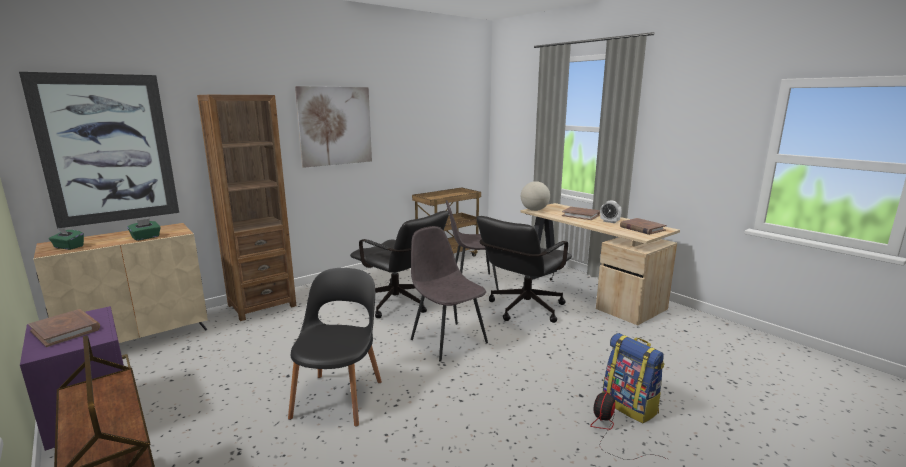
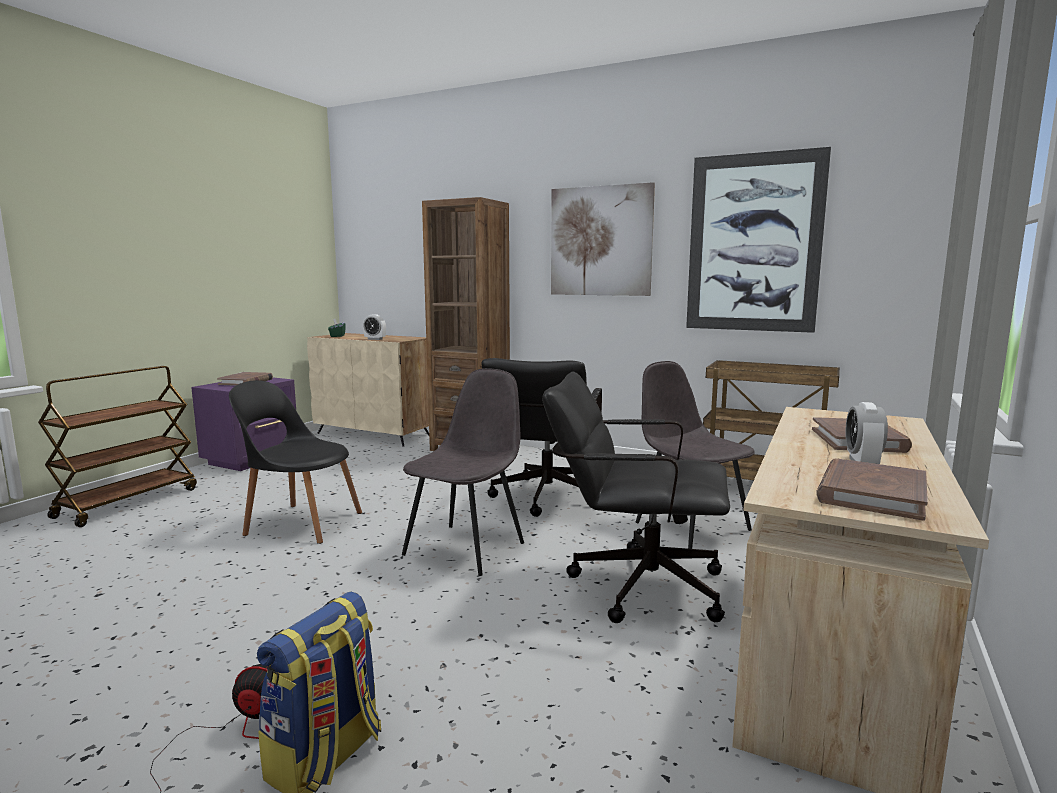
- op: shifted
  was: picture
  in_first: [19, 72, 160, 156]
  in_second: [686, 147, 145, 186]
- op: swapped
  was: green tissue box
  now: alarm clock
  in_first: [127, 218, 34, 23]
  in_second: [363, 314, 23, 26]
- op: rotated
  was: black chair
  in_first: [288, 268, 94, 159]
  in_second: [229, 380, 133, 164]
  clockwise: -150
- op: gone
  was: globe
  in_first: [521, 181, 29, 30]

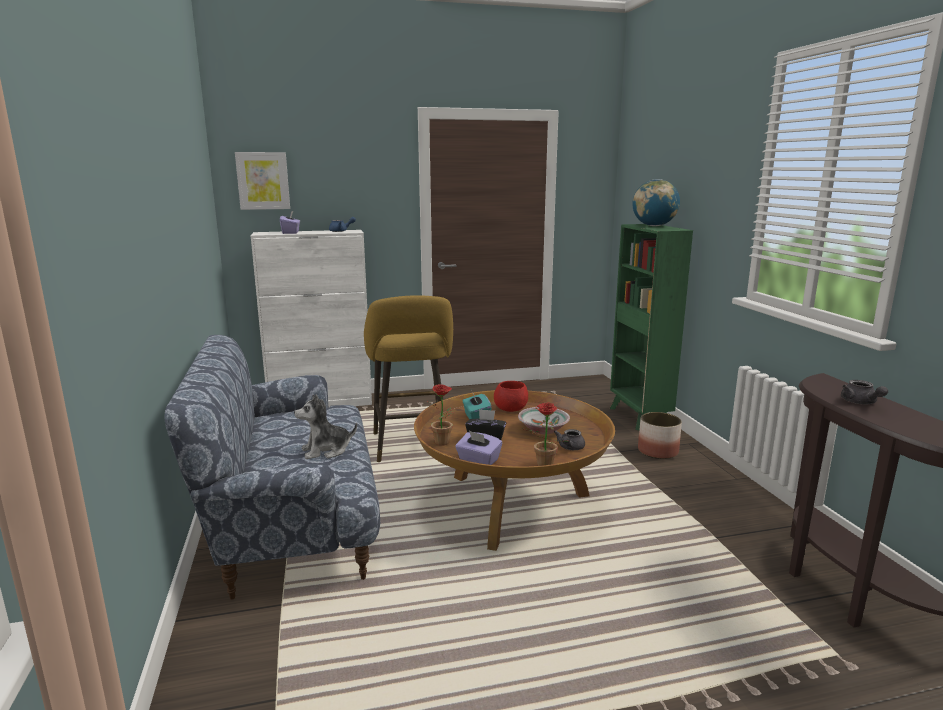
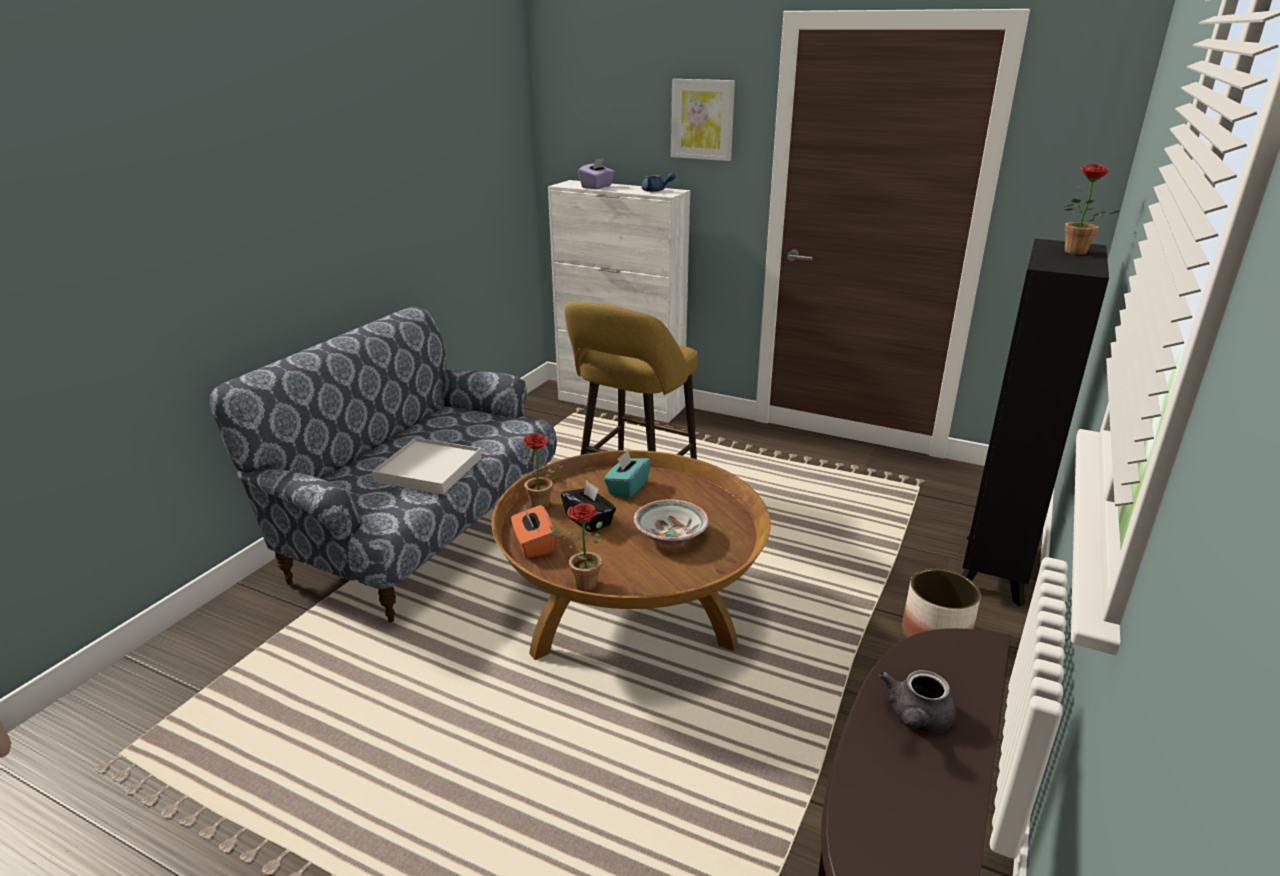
- op: shifted
  was: picture
  in_first: [235, 152, 55, 58]
  in_second: [671, 79, 64, 82]
- op: swapped
  was: plush toy
  now: white tray
  in_first: [294, 394, 63, 65]
  in_second: [372, 438, 110, 56]
- op: repainted
  was: purple tissue box
  now: orange tissue box
  in_first: [455, 431, 47, 34]
  in_second: [511, 505, 44, 53]
- op: gone
  was: red bowl
  in_first: [494, 381, 34, 31]
- op: gone
  was: grey teapot
  in_first: [554, 429, 31, 21]
- op: repainted
  was: green bookcase
  now: black bookcase
  in_first: [610, 224, 83, 206]
  in_second: [961, 239, 148, 367]
- op: swapped
  was: globe
  now: potted plant
  in_first: [632, 179, 48, 47]
  in_second: [1064, 164, 55, 91]

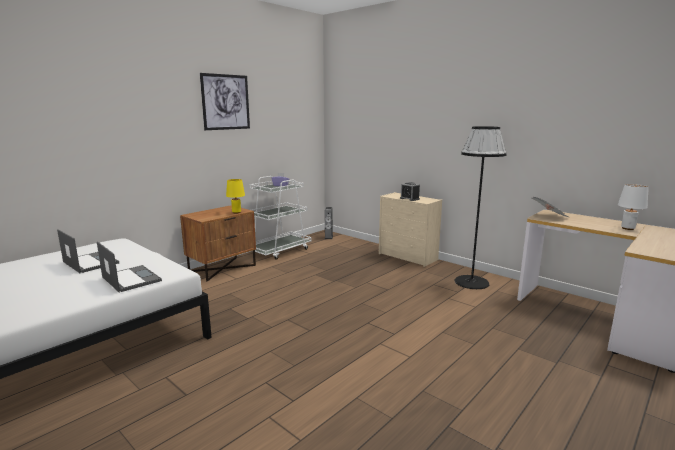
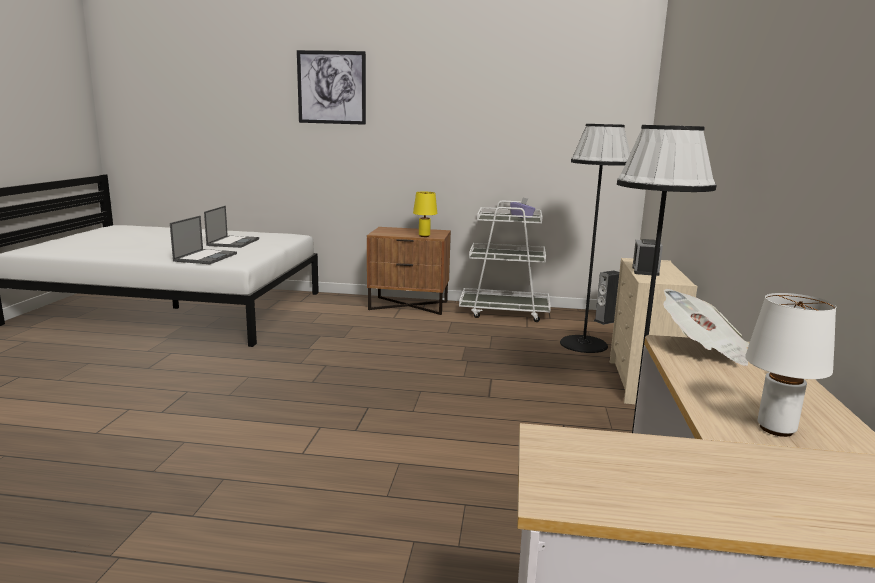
- op: shifted
  was: picture
  in_first: [200, 73, 50, 57]
  in_second: [297, 50, 69, 75]
- op: new
  now: black floor lamp
  in_second: [560, 124, 70, 229]

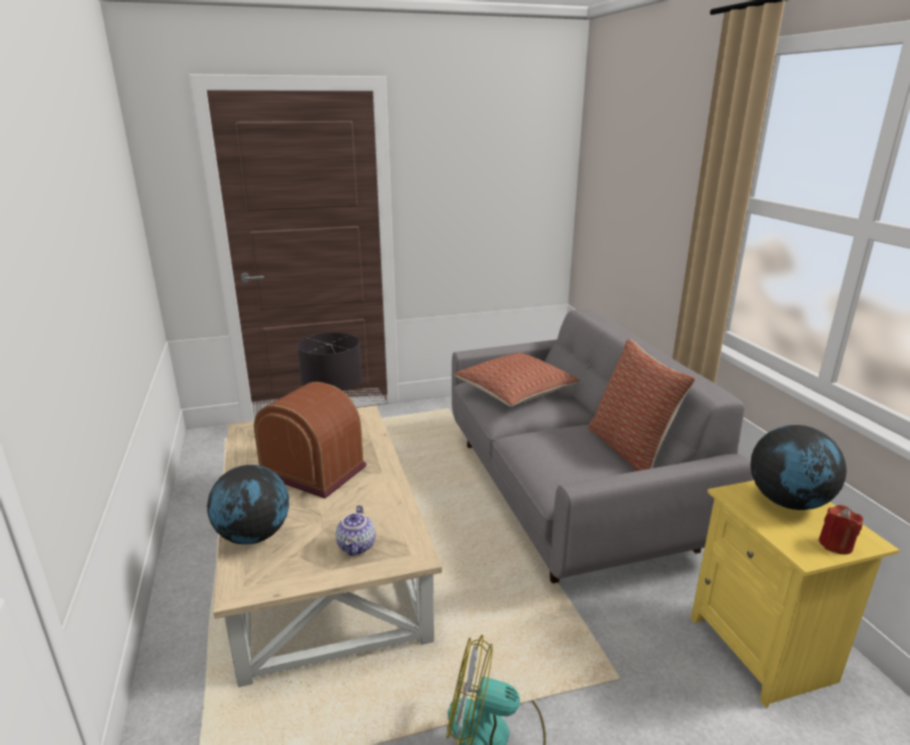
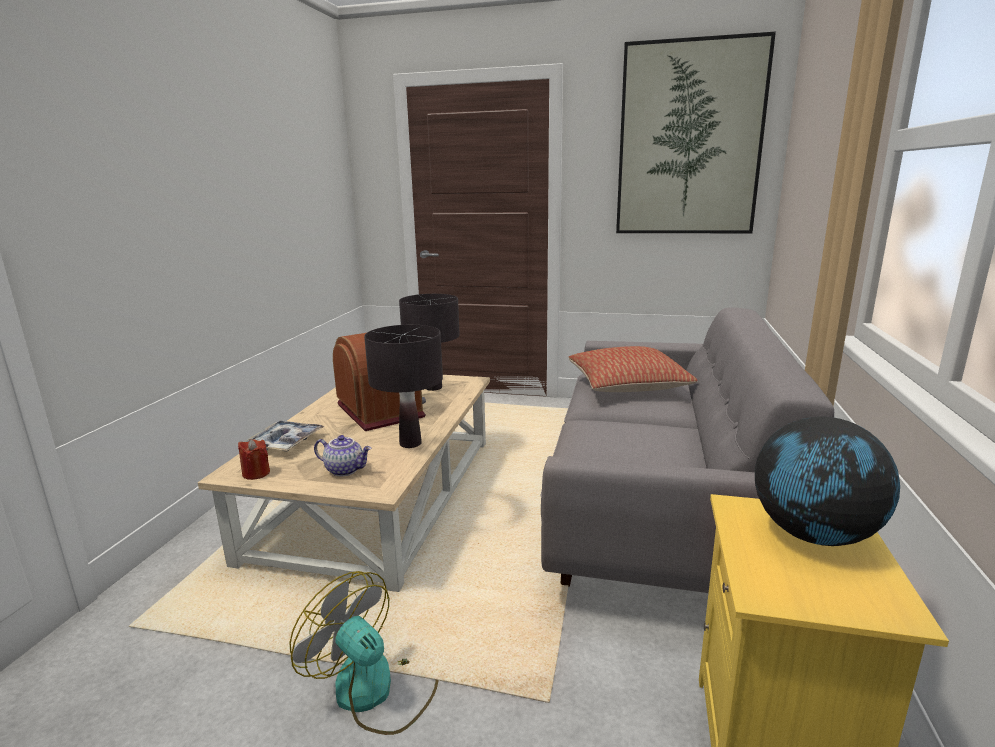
- op: swapped
  was: globe
  now: tray
  in_first: [207, 465, 82, 79]
  in_second: [244, 420, 81, 31]
- op: rotated
  was: teapot
  in_first: [336, 505, 40, 51]
  in_second: [314, 435, 58, 41]
  clockwise: -105
- op: gone
  was: pillow
  in_first: [588, 338, 108, 133]
- op: shifted
  was: red candle
  in_first: [819, 505, 44, 49]
  in_second: [238, 439, 32, 41]
- op: new
  now: black table lamp
  in_second: [364, 325, 79, 123]
- op: new
  now: picture
  in_second: [616, 32, 160, 201]

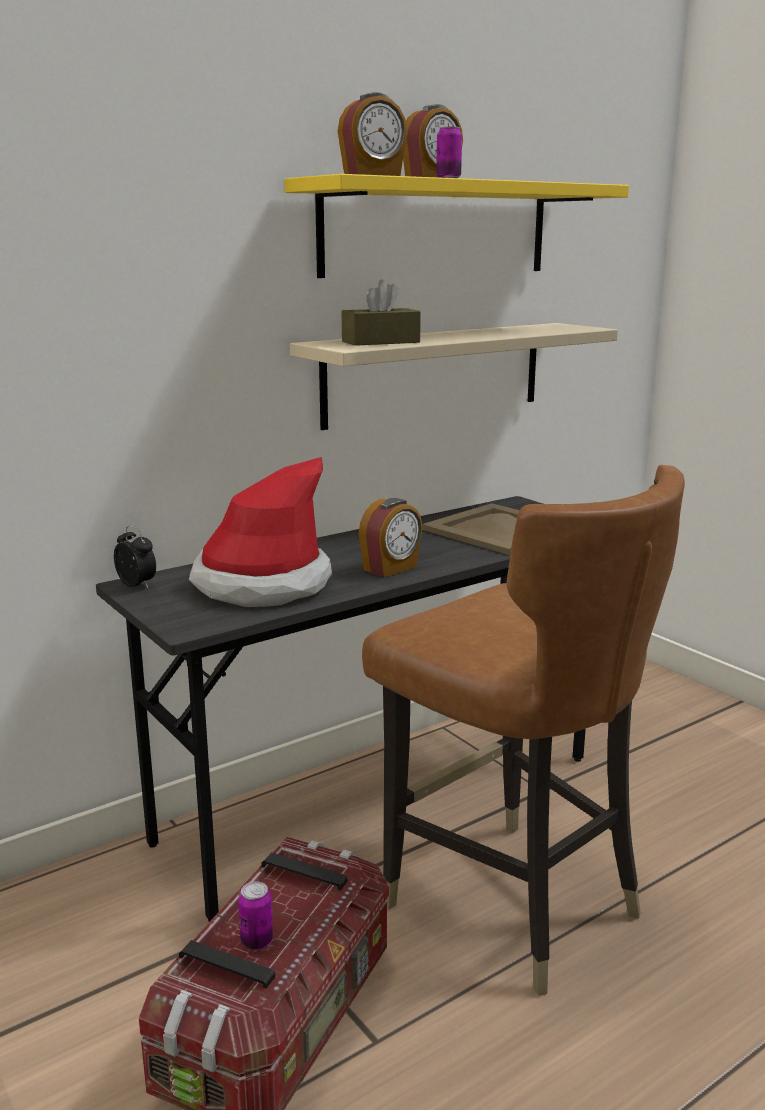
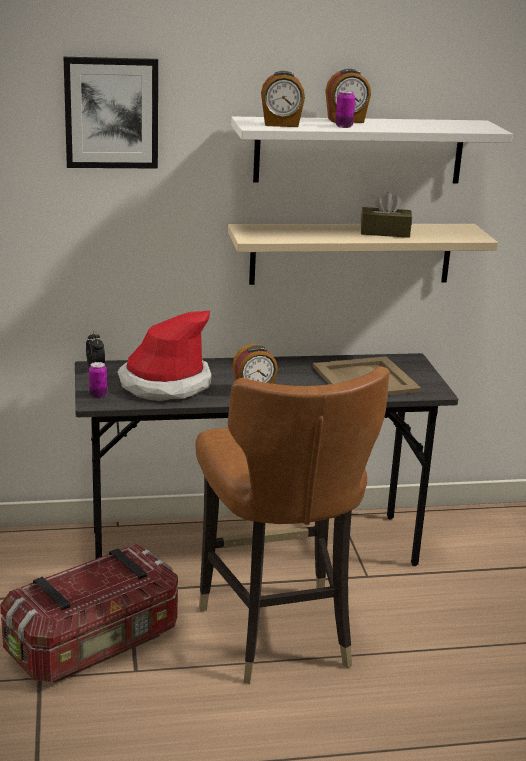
- op: shifted
  was: can
  in_first: [238, 881, 35, 69]
  in_second: [89, 362, 18, 36]
- op: repainted
  was: yellow shelf
  now: white shelf
  in_first: [284, 174, 345, 104]
  in_second: [231, 117, 282, 66]
- op: shifted
  was: brown tissue box
  in_first: [342, 279, 79, 67]
  in_second: [361, 192, 51, 46]
- op: new
  now: picture
  in_second: [64, 57, 94, 112]

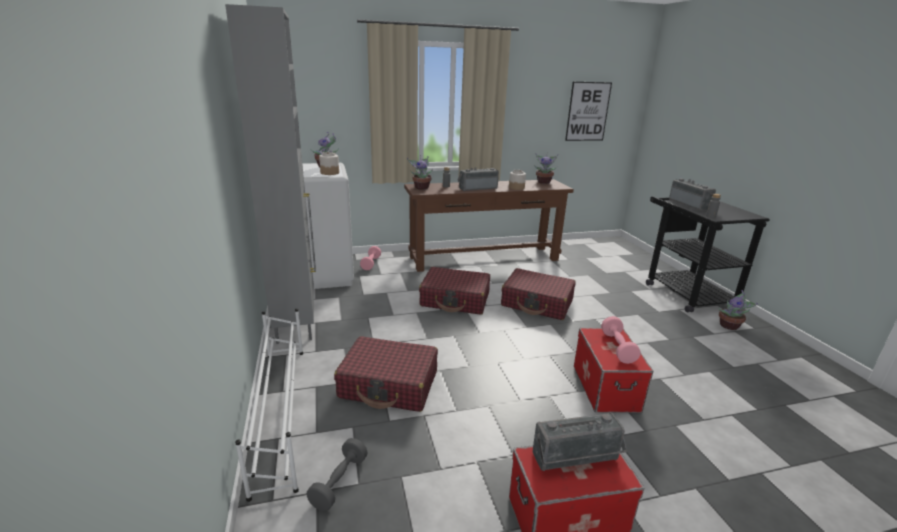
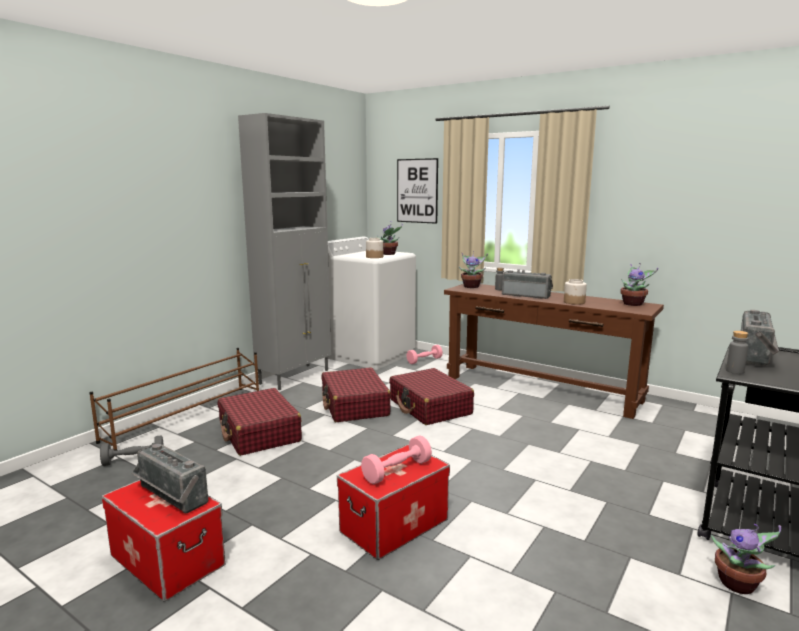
- op: repainted
  was: white shoe rack
  now: brown shoe rack
  in_first: [235, 309, 68, 193]
  in_second: [89, 348, 170, 102]
- op: shifted
  was: red suitcase
  in_first: [501, 268, 75, 52]
  in_second: [321, 367, 70, 55]
- op: shifted
  was: picture
  in_first: [565, 82, 47, 59]
  in_second: [397, 158, 41, 66]

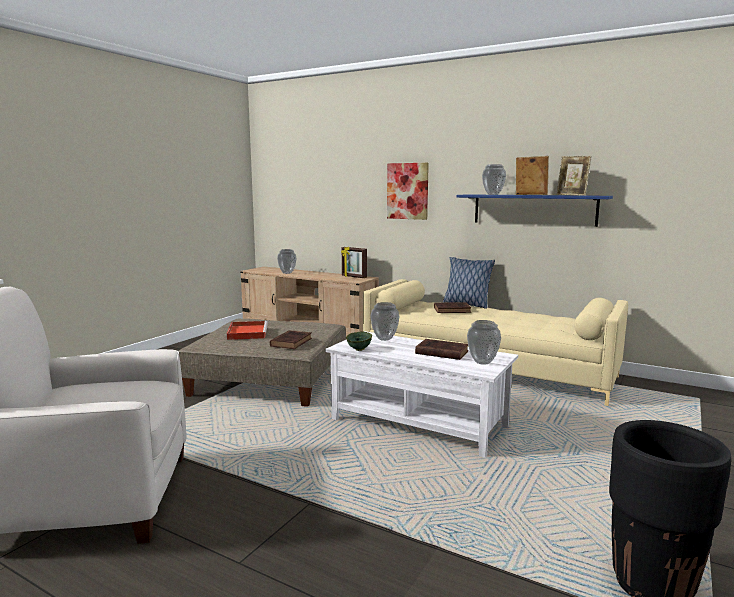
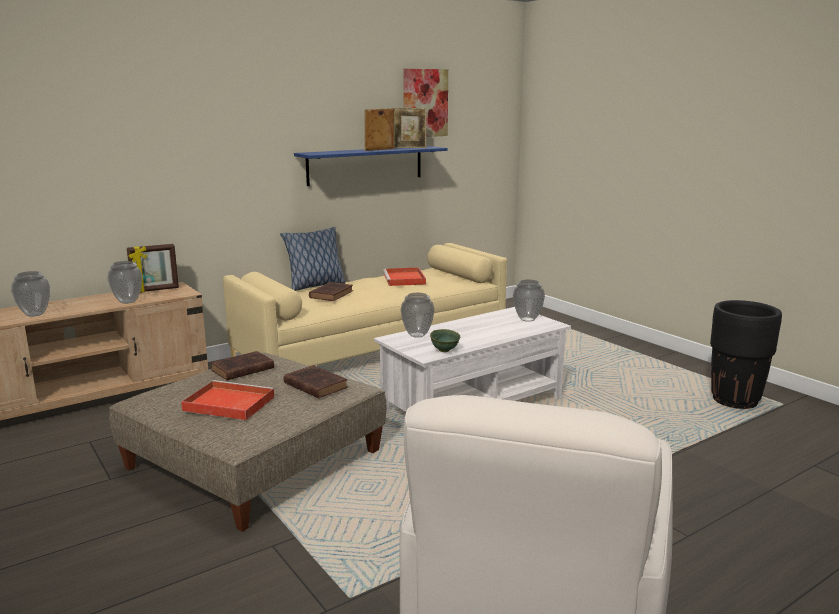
- op: shifted
  was: picture
  in_first: [387, 163, 42, 57]
  in_second: [403, 69, 45, 68]
- op: shifted
  was: brown book
  in_first: [415, 339, 53, 21]
  in_second: [211, 351, 63, 30]
- op: shifted
  was: vase
  in_first: [482, 164, 24, 31]
  in_second: [107, 261, 35, 43]
- op: new
  now: red tray
  in_second: [383, 267, 43, 19]

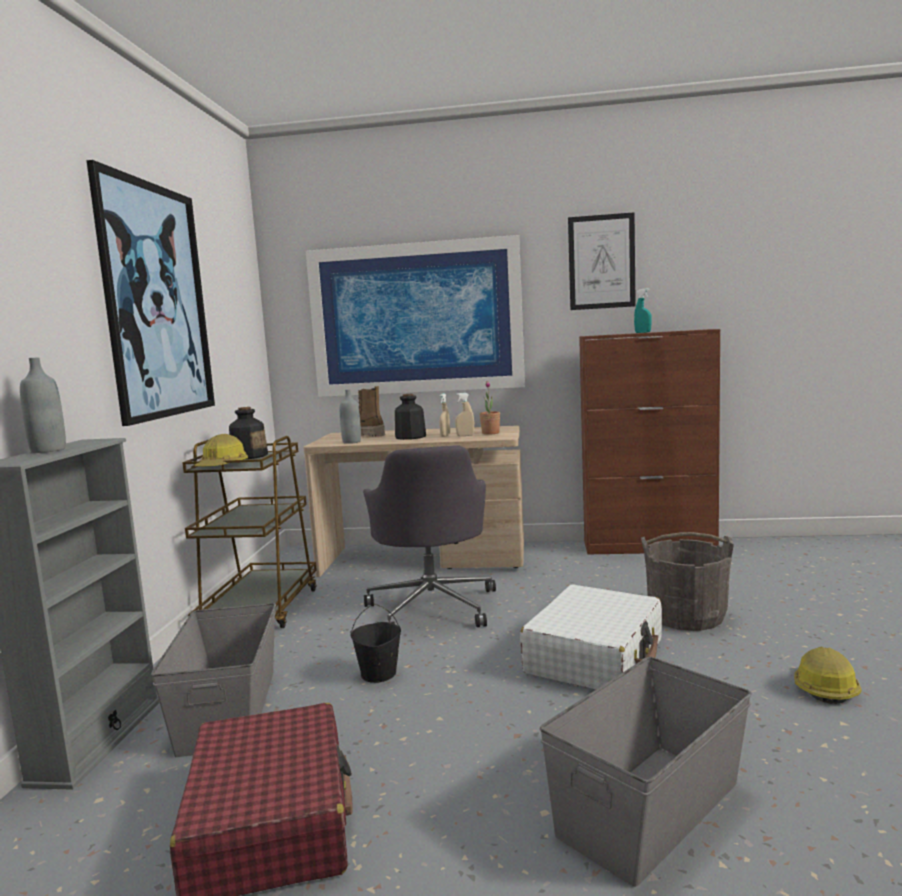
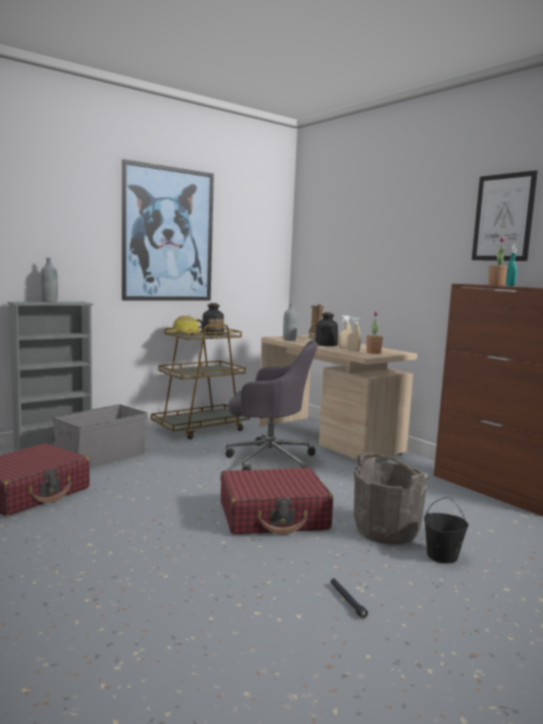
- op: gone
  was: picture
  in_first: [306, 235, 219, 162]
- op: shifted
  was: black bucket
  in_first: [350, 604, 51, 79]
  in_second: [424, 497, 45, 66]
- op: rotated
  was: grey office chair
  in_first: [363, 445, 133, 182]
  in_second: [226, 341, 92, 129]
  clockwise: -120
- op: repainted
  was: white suitcase
  now: red suitcase
  in_first: [520, 585, 142, 104]
  in_second: [221, 468, 112, 67]
- op: gone
  was: grey storage box
  in_first: [540, 657, 212, 230]
- op: swapped
  was: hard hat
  now: black flashlight
  in_first: [794, 647, 68, 57]
  in_second: [331, 578, 37, 41]
- op: new
  now: potted plant
  in_second: [489, 236, 19, 50]

